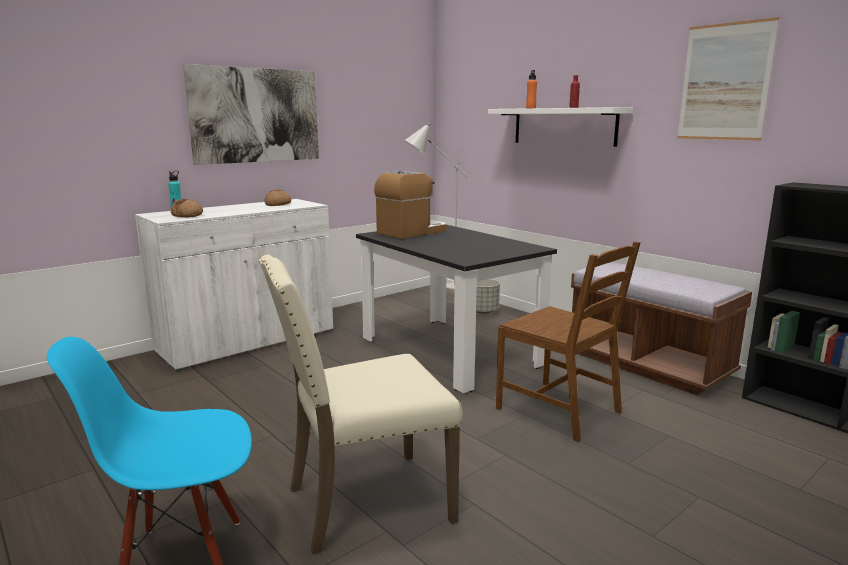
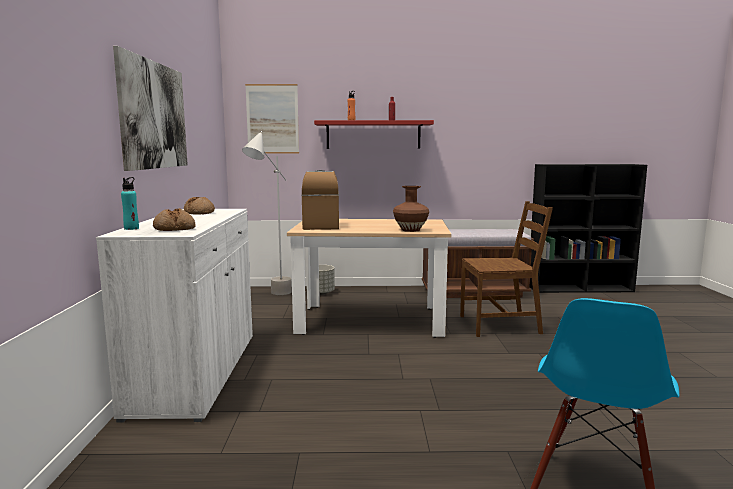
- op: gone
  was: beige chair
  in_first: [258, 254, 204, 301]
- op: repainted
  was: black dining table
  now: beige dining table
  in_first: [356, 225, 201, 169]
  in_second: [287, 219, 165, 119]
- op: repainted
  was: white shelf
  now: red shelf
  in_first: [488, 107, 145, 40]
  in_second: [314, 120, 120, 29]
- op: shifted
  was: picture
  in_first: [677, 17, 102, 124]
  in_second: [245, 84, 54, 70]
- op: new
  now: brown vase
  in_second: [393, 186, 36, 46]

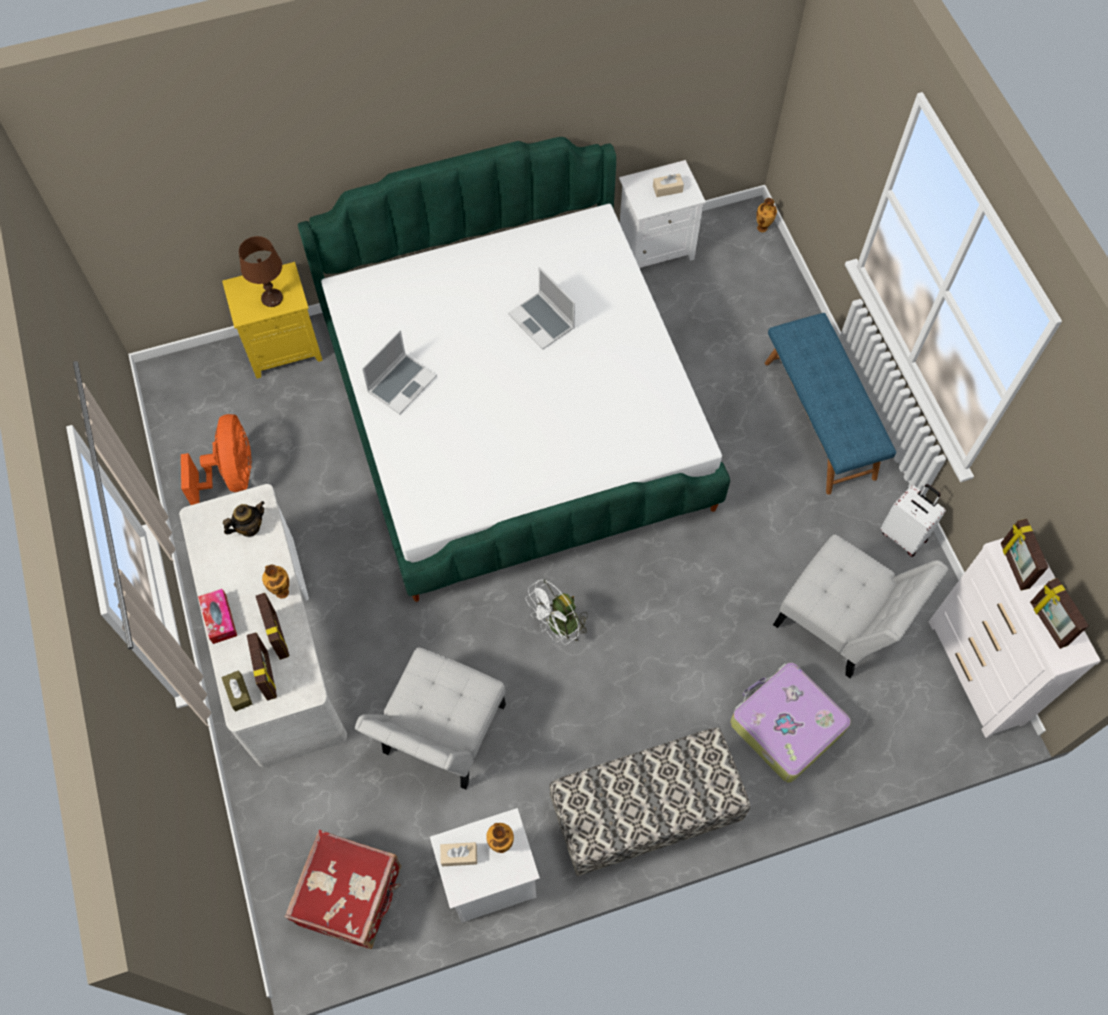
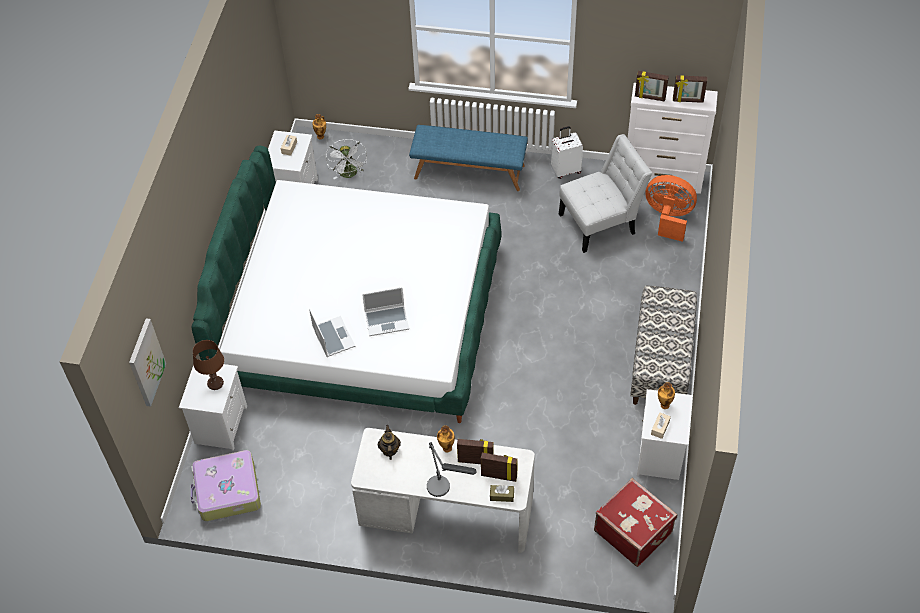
- op: shifted
  was: orange fan
  in_first: [181, 414, 71, 91]
  in_second: [645, 175, 52, 67]
- op: swapped
  was: tissue box
  now: table lamp
  in_first: [198, 589, 39, 55]
  in_second: [427, 442, 49, 55]
- op: repainted
  was: yellow nightstand
  now: white nightstand
  in_first: [222, 262, 101, 117]
  in_second: [179, 364, 68, 87]
- op: gone
  was: white chair
  in_first: [355, 648, 151, 142]
- op: shifted
  was: laptop
  in_first: [508, 267, 67, 83]
  in_second: [362, 287, 47, 49]
- op: shifted
  was: white fan
  in_first: [526, 579, 62, 66]
  in_second: [326, 139, 41, 40]
- op: shifted
  was: suitcase
  in_first: [730, 662, 121, 121]
  in_second: [191, 450, 70, 71]
- op: new
  now: picture
  in_second: [129, 318, 37, 89]

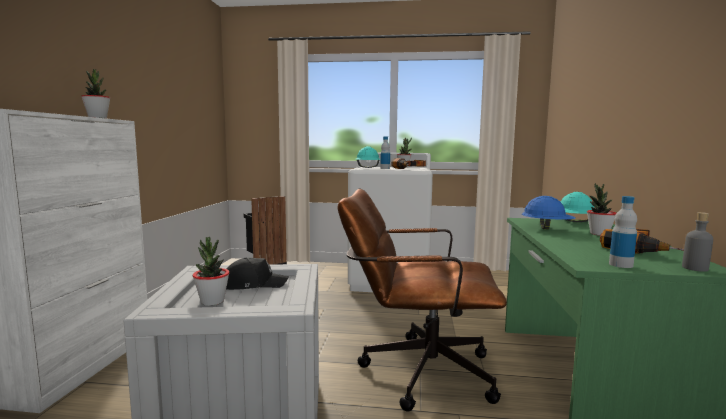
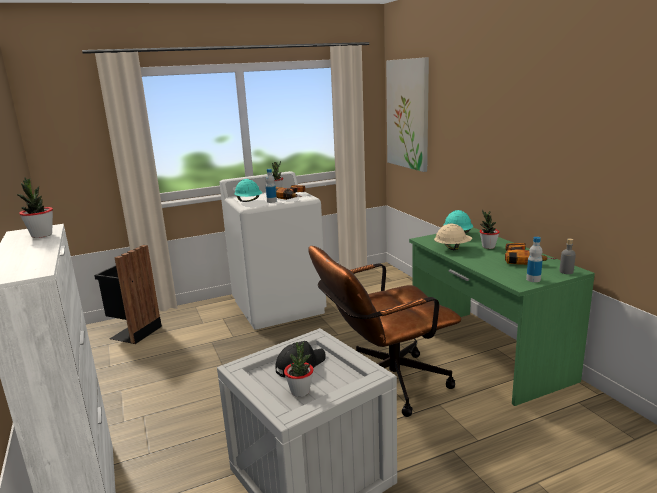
- op: repainted
  was: blue hard hat
  now: beige hard hat
  in_first: [522, 196, 54, 33]
  in_second: [434, 224, 38, 26]
- op: new
  now: picture
  in_second: [386, 57, 43, 115]

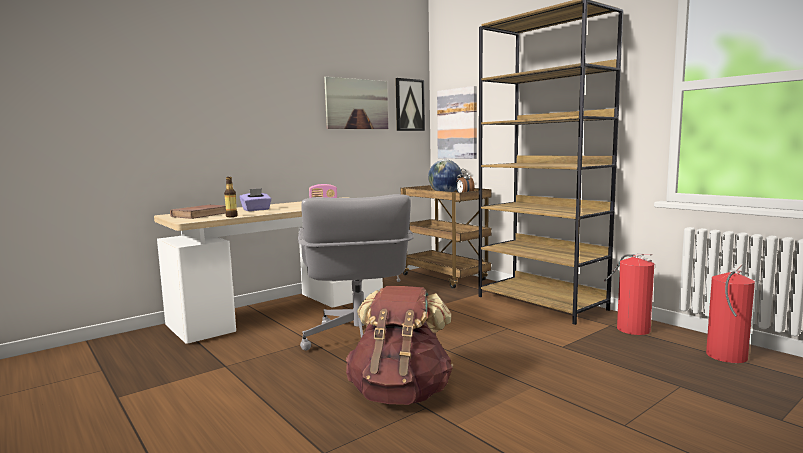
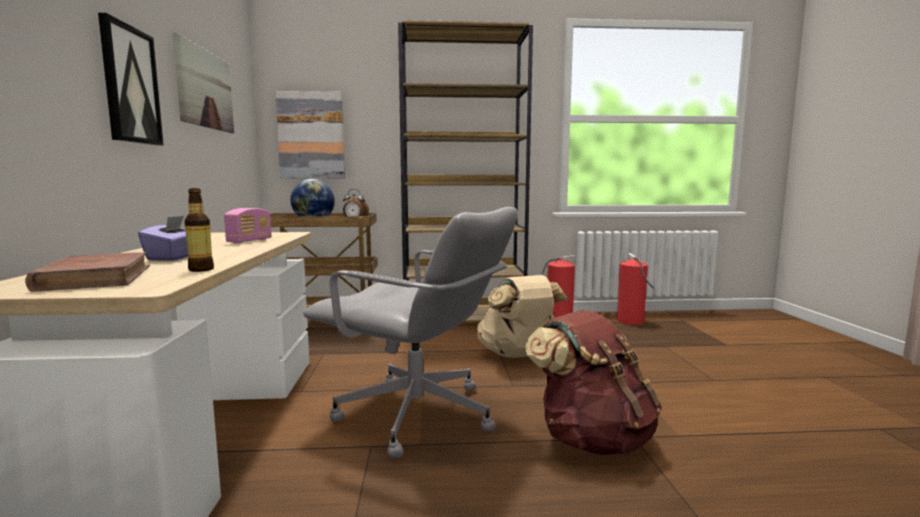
- op: shifted
  was: picture
  in_first: [395, 78, 30, 53]
  in_second: [98, 13, 66, 133]
- op: new
  now: beige backpack
  in_second: [477, 275, 91, 83]

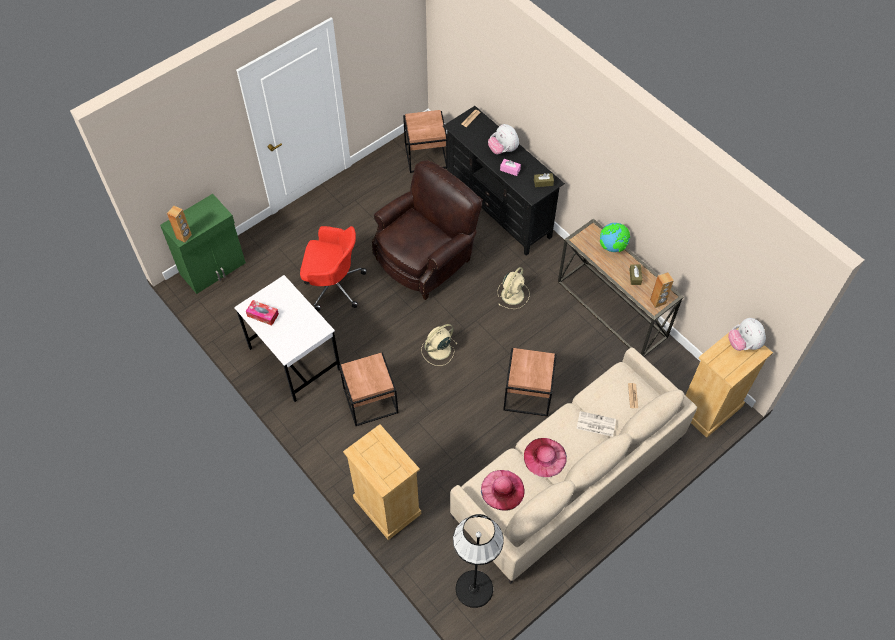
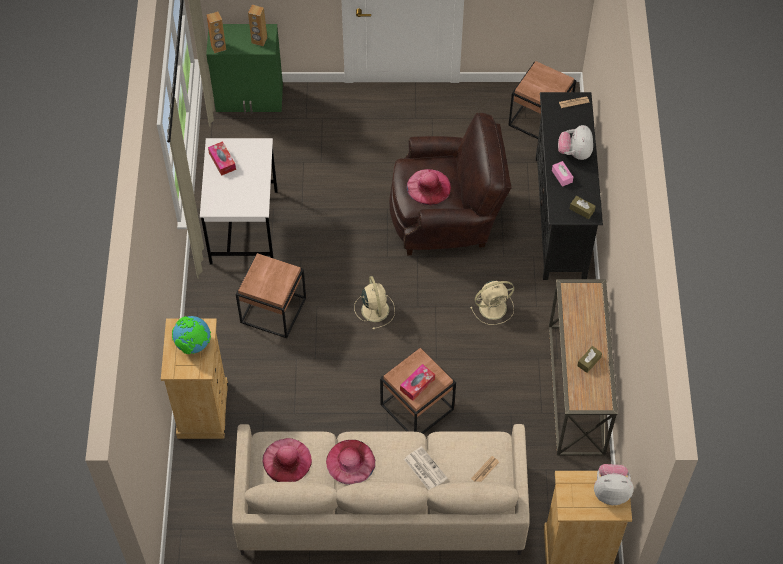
- op: gone
  was: red office chair
  in_first: [300, 226, 67, 85]
- op: rotated
  was: beige fan
  in_first: [421, 324, 37, 42]
  in_second: [354, 276, 41, 54]
  clockwise: 75
- op: gone
  was: black floor lamp
  in_first: [453, 514, 51, 94]
- op: shifted
  was: globe
  in_first: [600, 223, 30, 29]
  in_second: [172, 316, 39, 38]
- op: shifted
  was: brown speaker
  in_first: [650, 272, 24, 36]
  in_second: [248, 5, 19, 41]
- op: rotated
  was: plush toy
  in_first: [728, 318, 38, 33]
  in_second: [594, 464, 40, 41]
  clockwise: 75
- op: new
  now: tissue box
  in_second: [400, 364, 35, 37]
- op: new
  now: pink hat
  in_second: [407, 169, 44, 36]

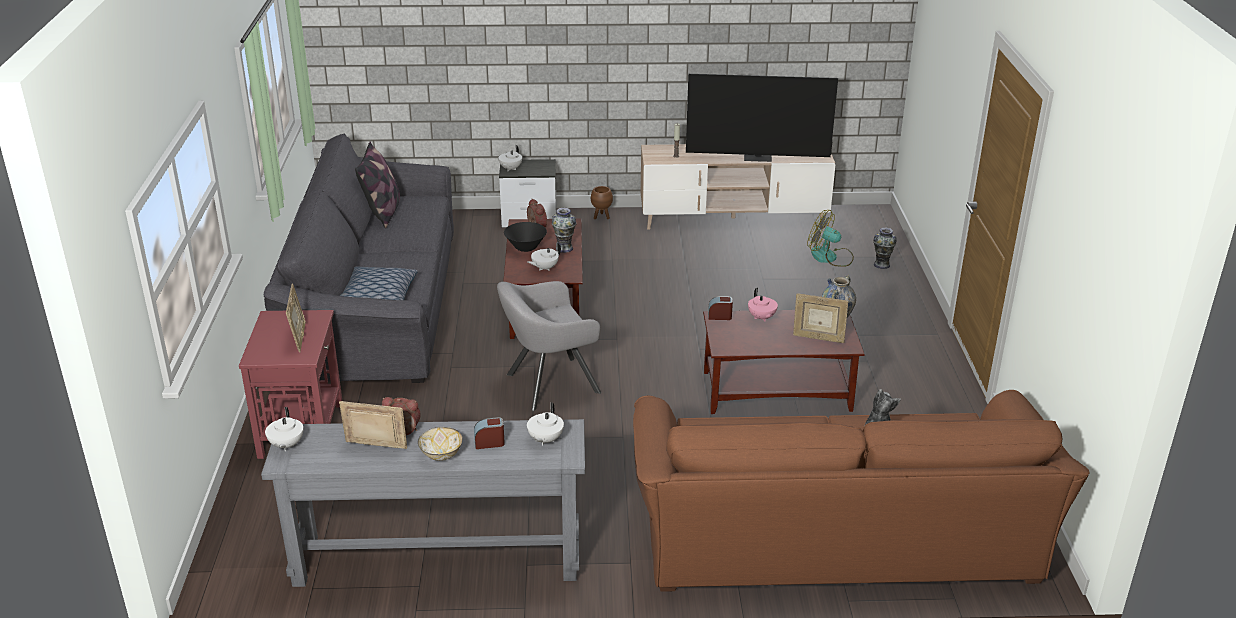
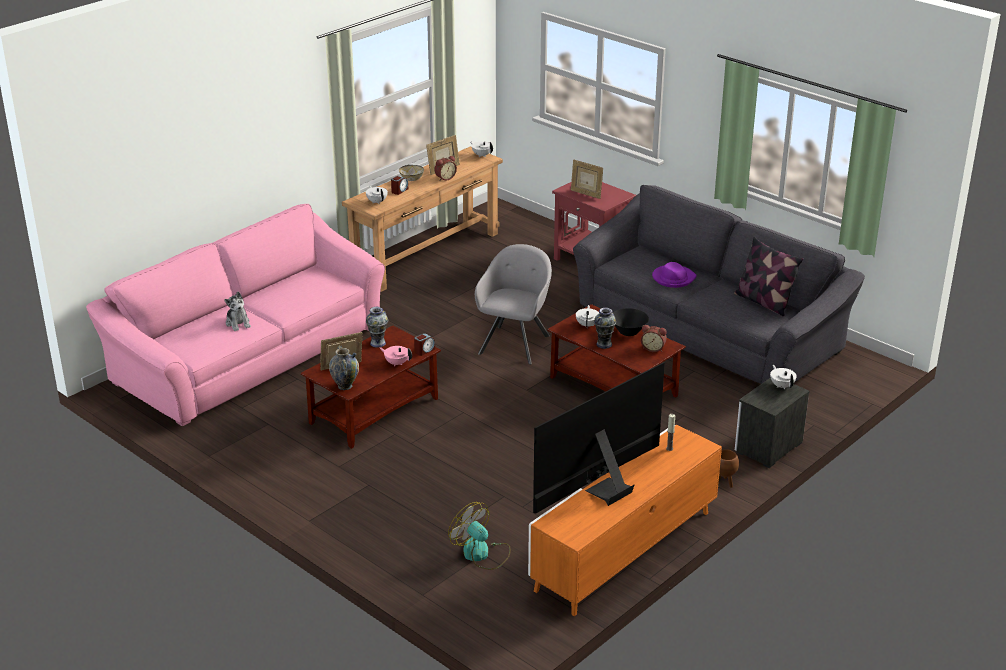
- op: repainted
  was: grey console table
  now: brown console table
  in_first: [261, 419, 324, 168]
  in_second: [342, 146, 161, 146]
- op: gone
  was: pillow
  in_first: [340, 267, 78, 33]
- op: repainted
  was: brown sofa
  now: pink sofa
  in_first: [633, 390, 456, 202]
  in_second: [86, 204, 299, 223]
- op: repainted
  was: beige tv stand
  now: orange tv stand
  in_first: [641, 144, 194, 86]
  in_second: [528, 425, 194, 191]
- op: rotated
  was: fan
  in_first: [807, 210, 47, 57]
  in_second: [448, 502, 63, 68]
  clockwise: -120
- op: shifted
  was: vase
  in_first: [873, 228, 24, 41]
  in_second: [366, 307, 22, 41]
- op: new
  now: purple hat
  in_second: [652, 262, 45, 26]

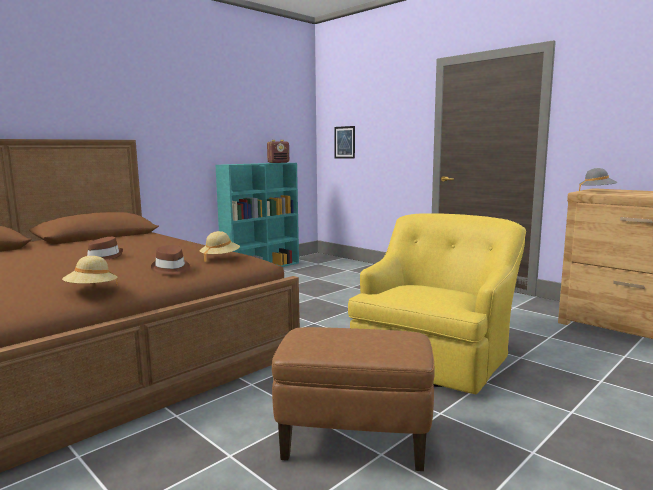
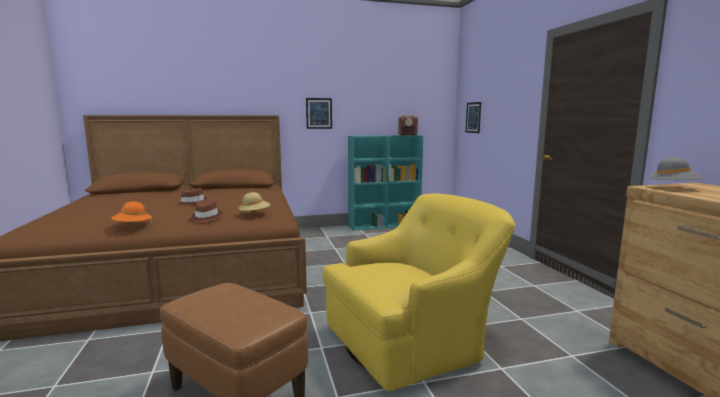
- op: repainted
  was: beige hat
  now: orange hat
  in_first: [62, 256, 56, 29]
  in_second: [111, 202, 41, 23]
- op: new
  now: picture
  in_second: [306, 98, 26, 31]

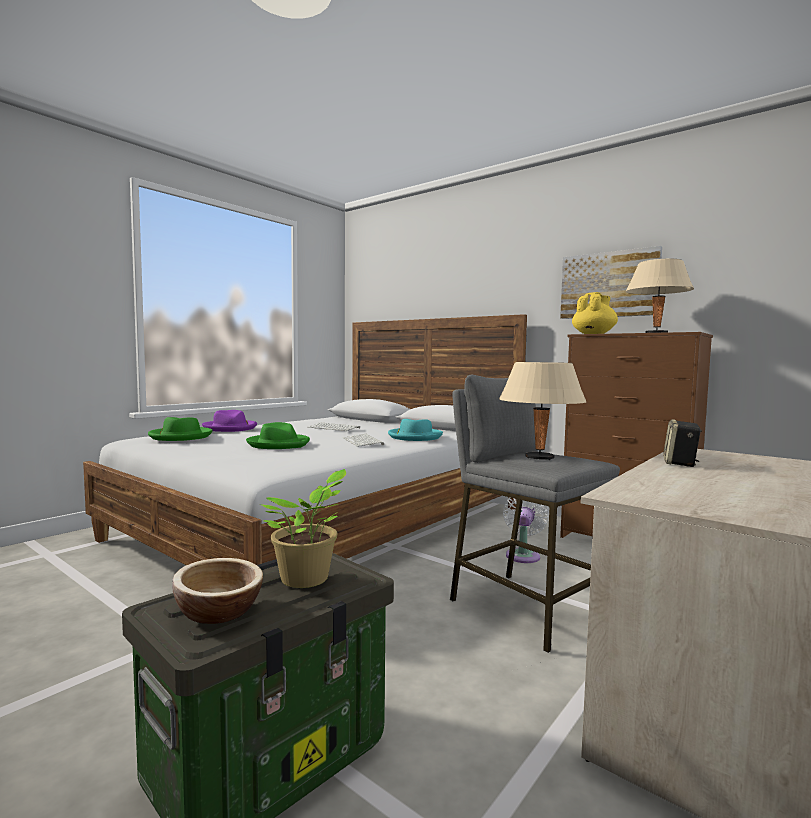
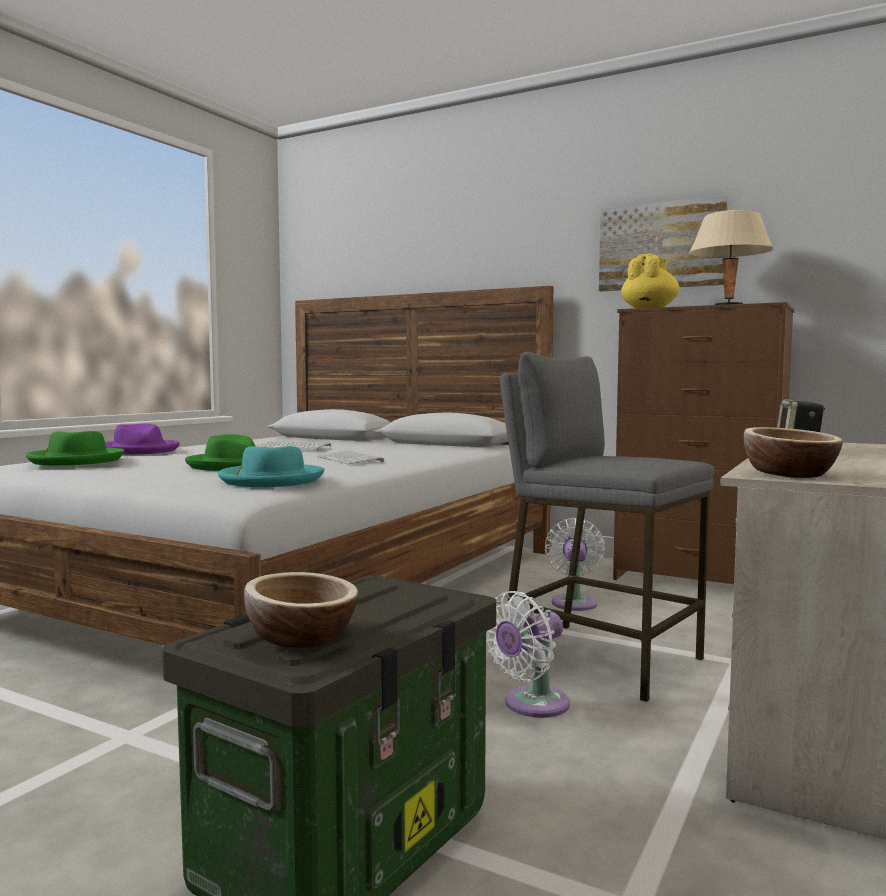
- op: gone
  was: potted plant
  in_first: [260, 469, 86, 119]
- op: shifted
  was: turquoise hat
  in_first: [388, 419, 55, 22]
  in_second: [218, 446, 106, 41]
- op: gone
  was: beige table lamp
  in_first: [499, 362, 87, 98]
- op: new
  now: white fan
  in_second: [486, 591, 84, 127]
- op: new
  now: bowl
  in_second: [744, 427, 99, 51]

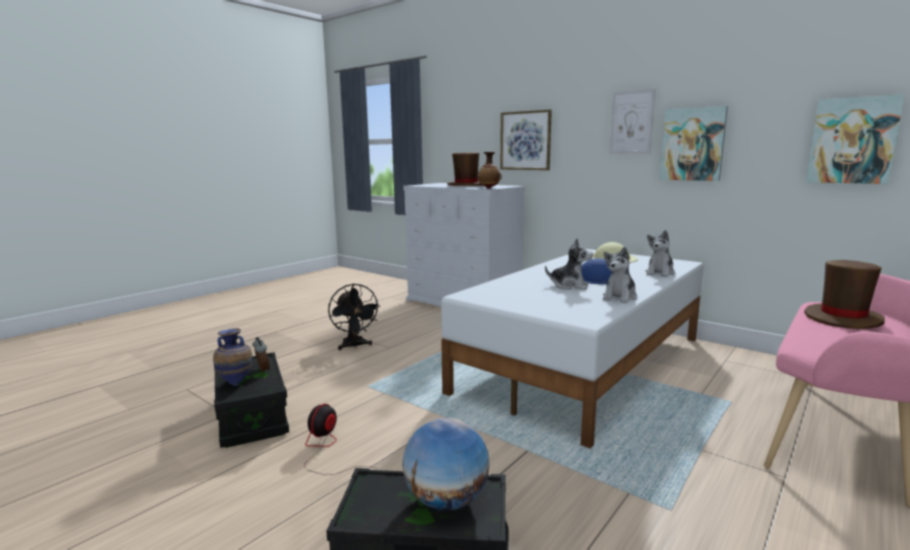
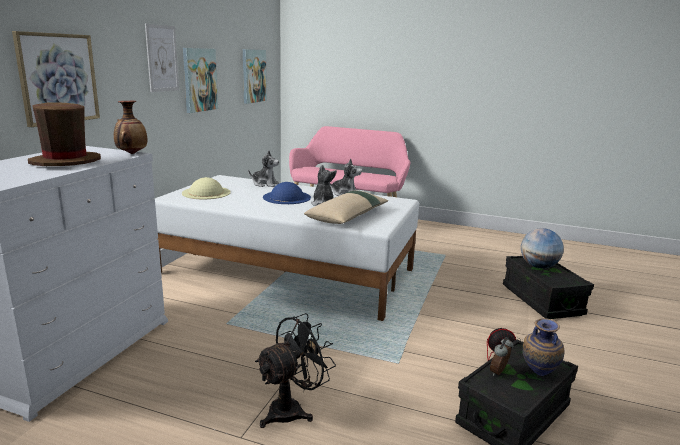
- op: gone
  was: brown hat
  in_first: [804, 260, 81, 69]
- op: new
  now: beige pillow
  in_second: [304, 191, 84, 33]

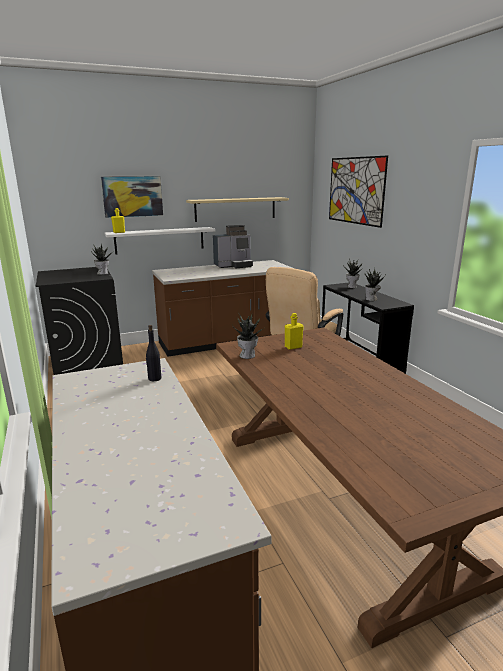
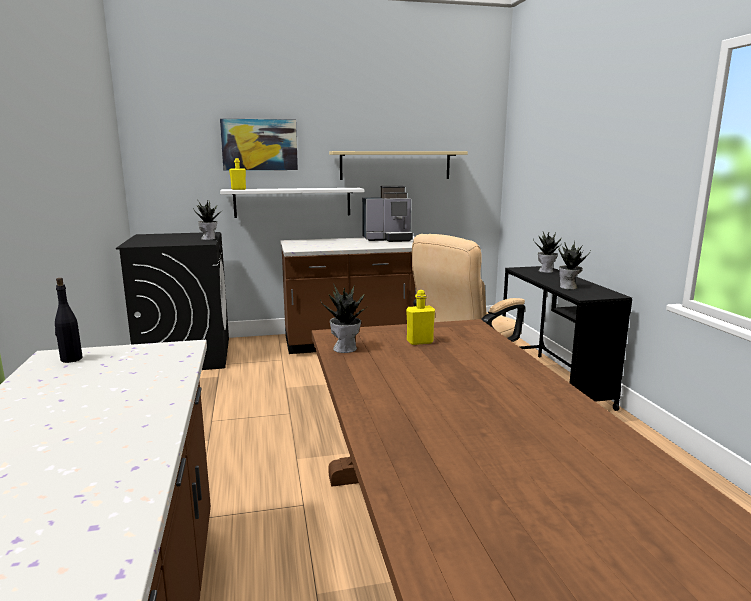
- op: shifted
  was: black bottle
  in_first: [146, 325, 16, 56]
  in_second: [55, 278, 28, 85]
- op: gone
  was: picture
  in_first: [329, 155, 59, 73]

